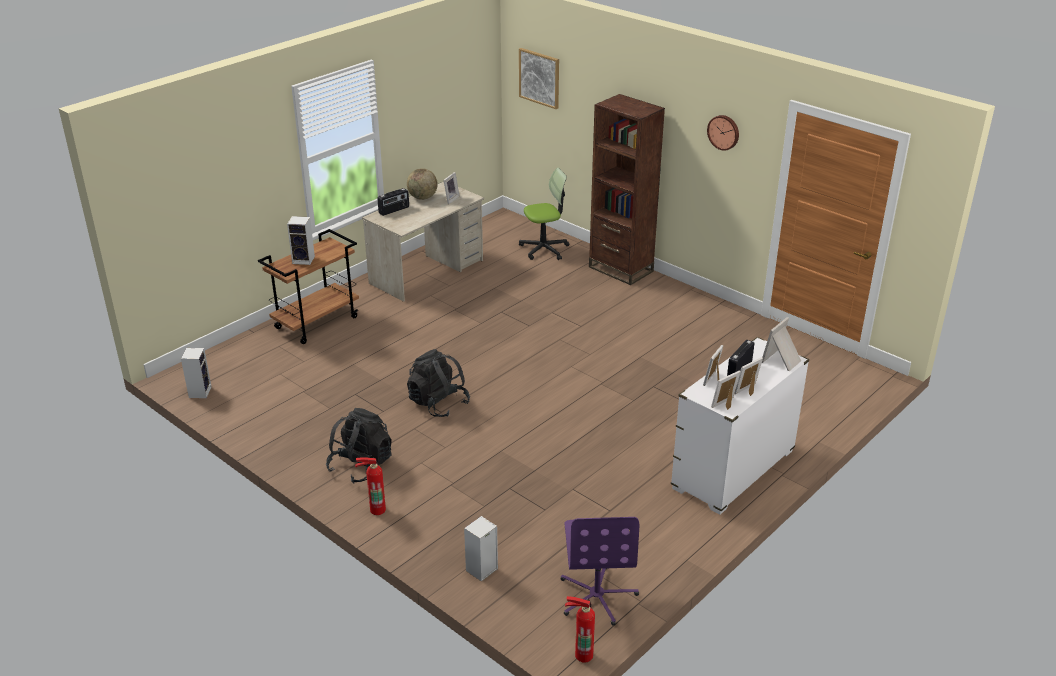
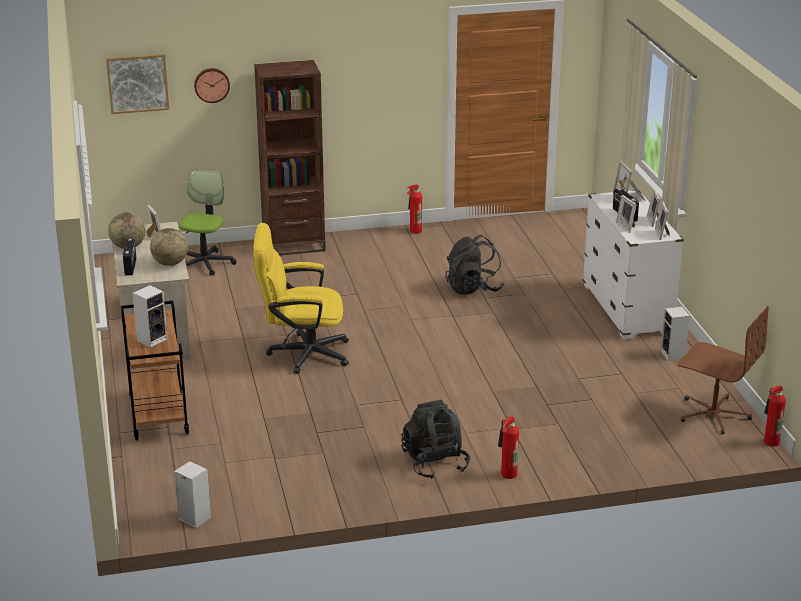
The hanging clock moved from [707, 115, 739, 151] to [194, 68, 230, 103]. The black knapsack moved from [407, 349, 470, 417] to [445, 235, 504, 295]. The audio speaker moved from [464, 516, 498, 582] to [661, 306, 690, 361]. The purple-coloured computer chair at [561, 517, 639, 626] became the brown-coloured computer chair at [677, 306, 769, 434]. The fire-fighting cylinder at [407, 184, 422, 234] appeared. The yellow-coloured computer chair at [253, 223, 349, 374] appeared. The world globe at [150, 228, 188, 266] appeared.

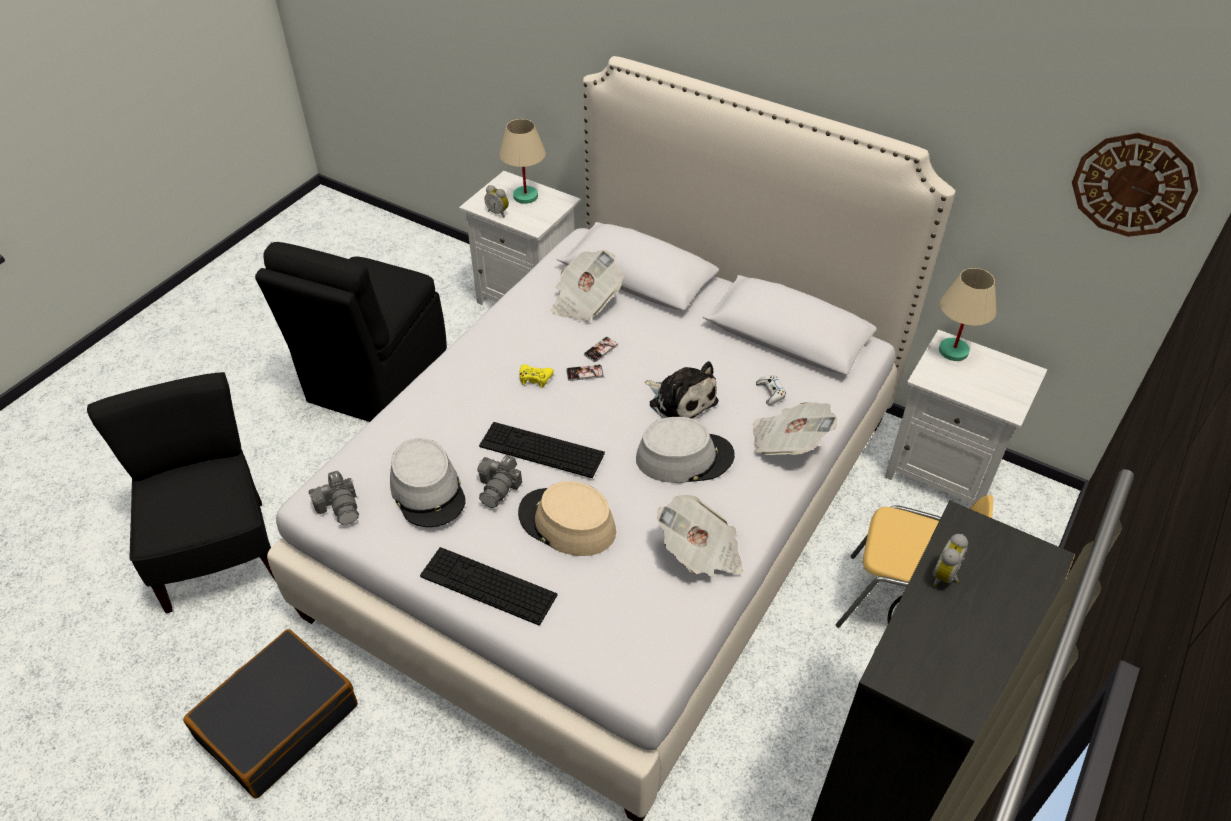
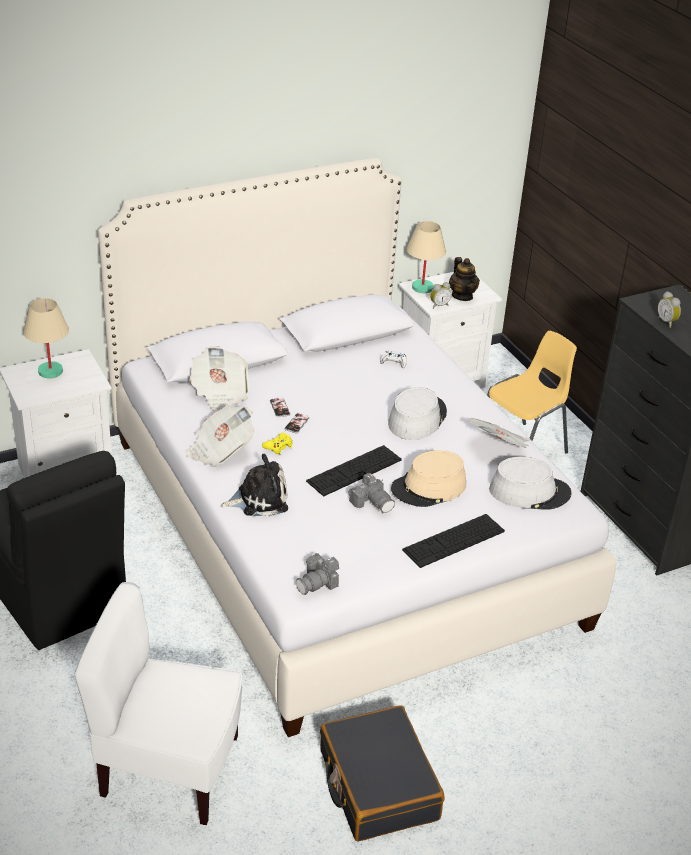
The hanging clock at [1072, 132, 1198, 237] disappeared. The alarm clock moved from [485, 185, 509, 217] to [430, 282, 451, 309]. The soft toy moved from [644, 361, 718, 419] to [220, 454, 288, 517]. The black upright chair at [87, 372, 276, 613] became the whitish upright chair at [74, 582, 242, 825]. The daily paper moved from [753, 402, 837, 455] to [186, 405, 255, 467]. The greyish clothing hat moved from [390, 438, 466, 527] to [489, 457, 572, 510]. The still camera at [308, 471, 359, 525] turned 135 degrees clockwise. The pot for tea at [449, 257, 480, 301] appeared.

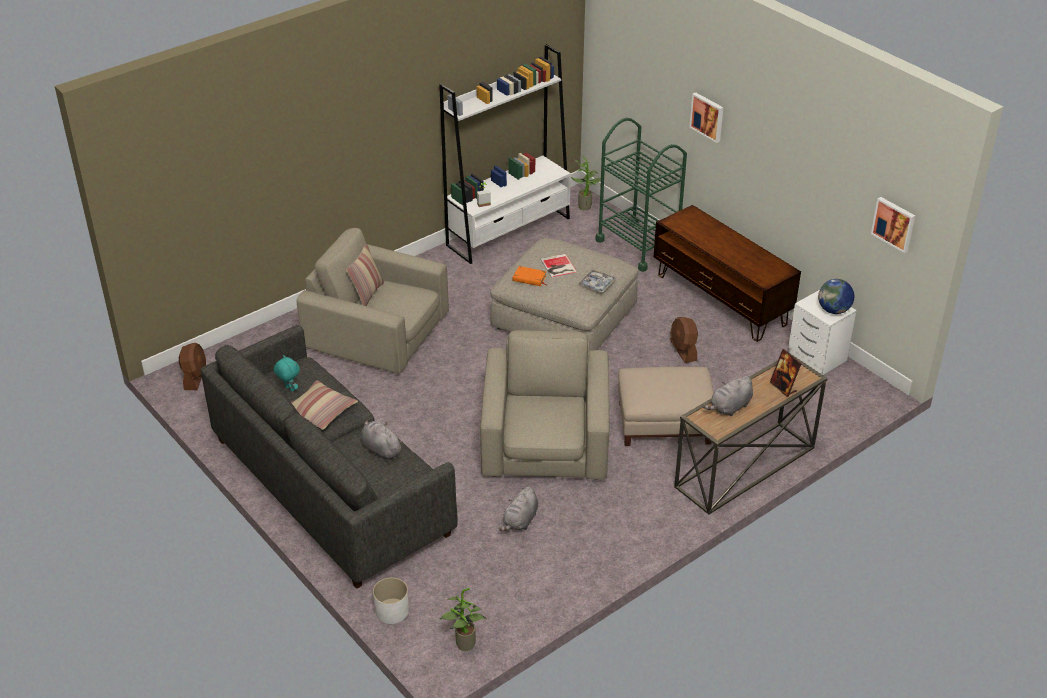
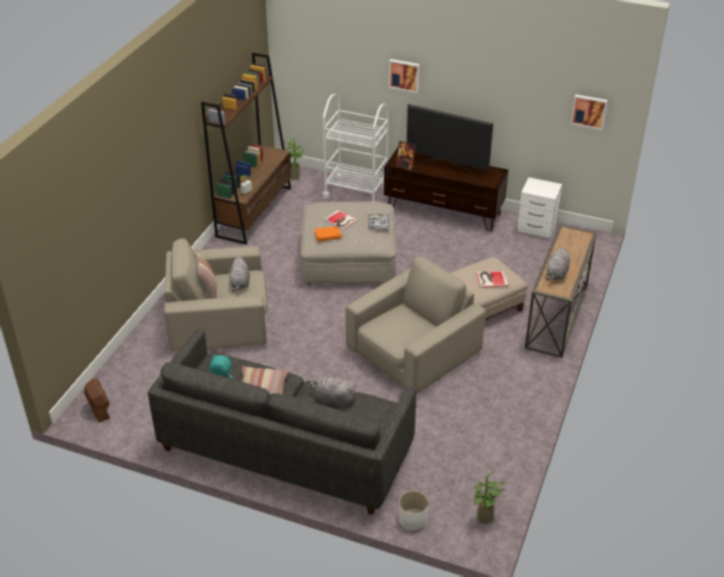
The whitish shelving unit at [439, 44, 571, 264] became the brown-coloured shelving unit at [201, 53, 291, 245]. The greenish wheeled cart at [595, 118, 687, 272] became the whitish wheeled cart at [323, 94, 389, 202]. The world globe at [818, 279, 854, 314] disappeared. The brown-coloured cooling fan at [670, 317, 698, 363] disappeared. The beige-coloured armchair at [480, 330, 609, 480] turned 75 degrees clockwise. The standing frame moved from [770, 349, 802, 397] to [395, 141, 416, 171]. The greyish soft toy moved from [498, 486, 538, 531] to [230, 256, 250, 292]. The television at [407, 104, 493, 172] appeared. The book at [476, 271, 509, 288] appeared.

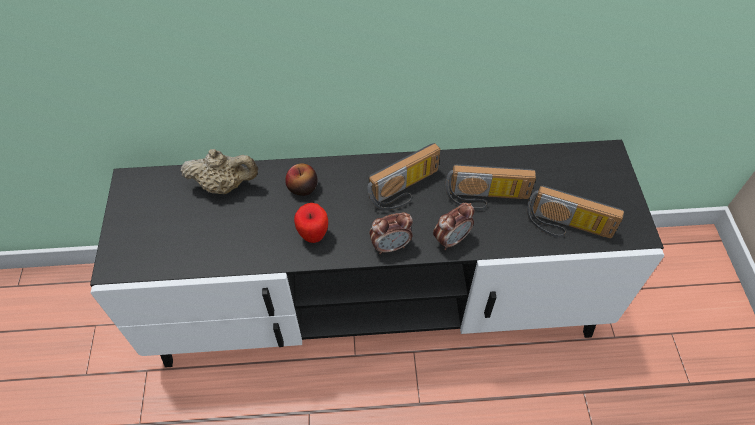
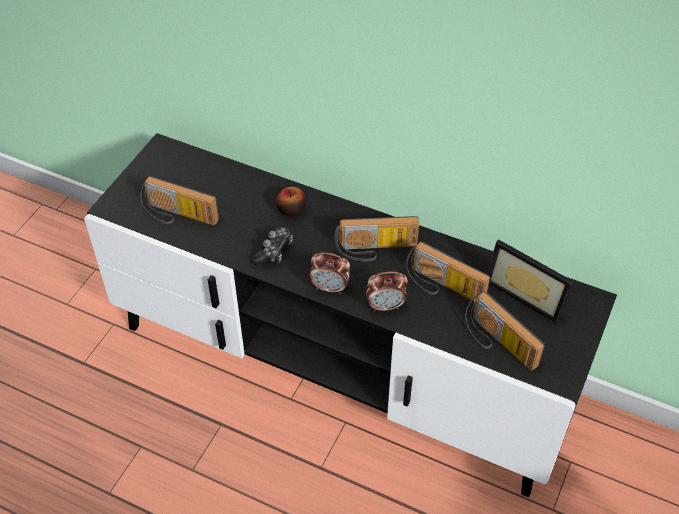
The beige-coloured pot for tea at [180, 149, 258, 194] disappeared. The apple fruit at [294, 203, 328, 243] was replaced by the joypad at [251, 227, 293, 265]. The radio set at [140, 176, 219, 226] appeared. The standing frame at [487, 239, 574, 324] appeared.

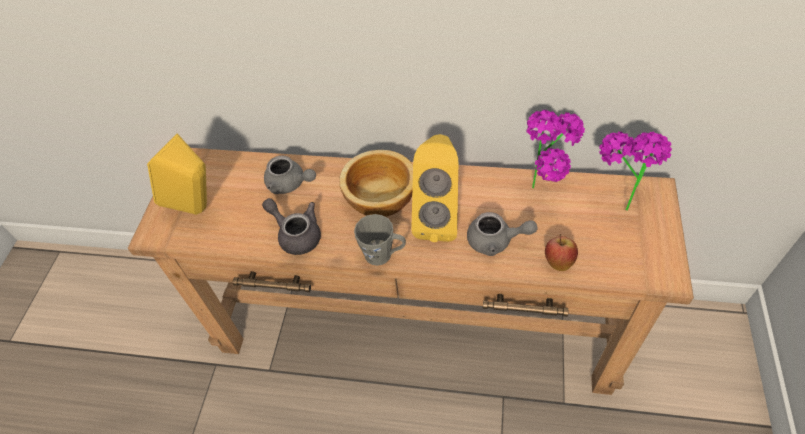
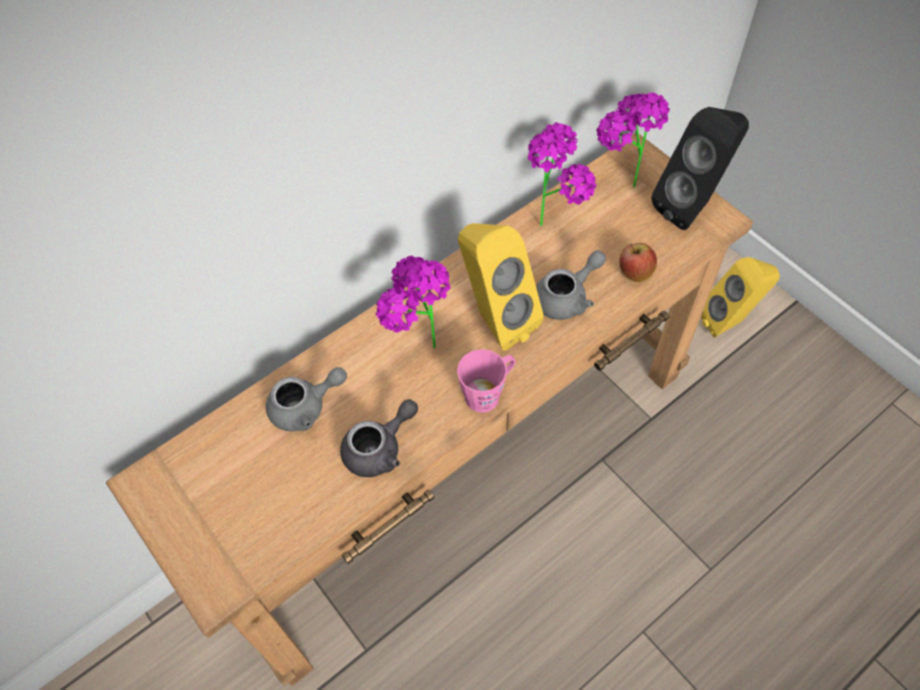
The yellow-coloured audio speaker moved from [147, 133, 207, 215] to [701, 257, 780, 337]. The serving bowl at [339, 150, 413, 217] was replaced by the potted plant at [376, 256, 450, 349]. The greyish pot for tea at [262, 198, 321, 255] turned 150 degrees clockwise. The greyish tea mug at [354, 214, 406, 266] became the pink-coloured tea mug at [457, 349, 516, 413]. The black audio speaker at [651, 107, 749, 230] appeared.

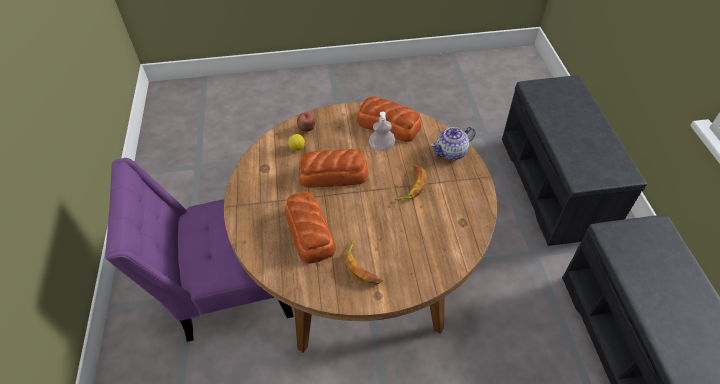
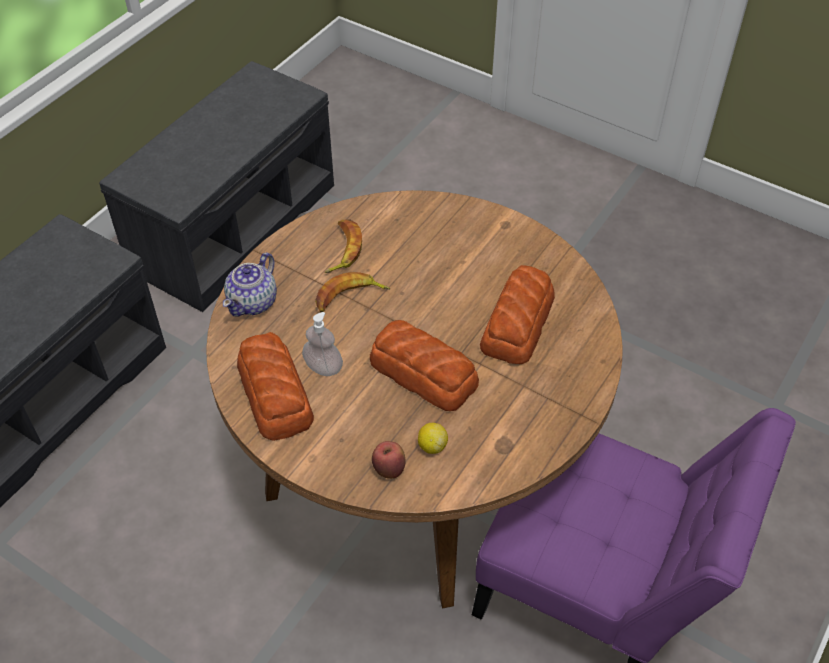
The pot for tea at [431, 126, 475, 160] turned 105 degrees clockwise. The banana moved from [343, 240, 384, 285] to [325, 219, 362, 273].

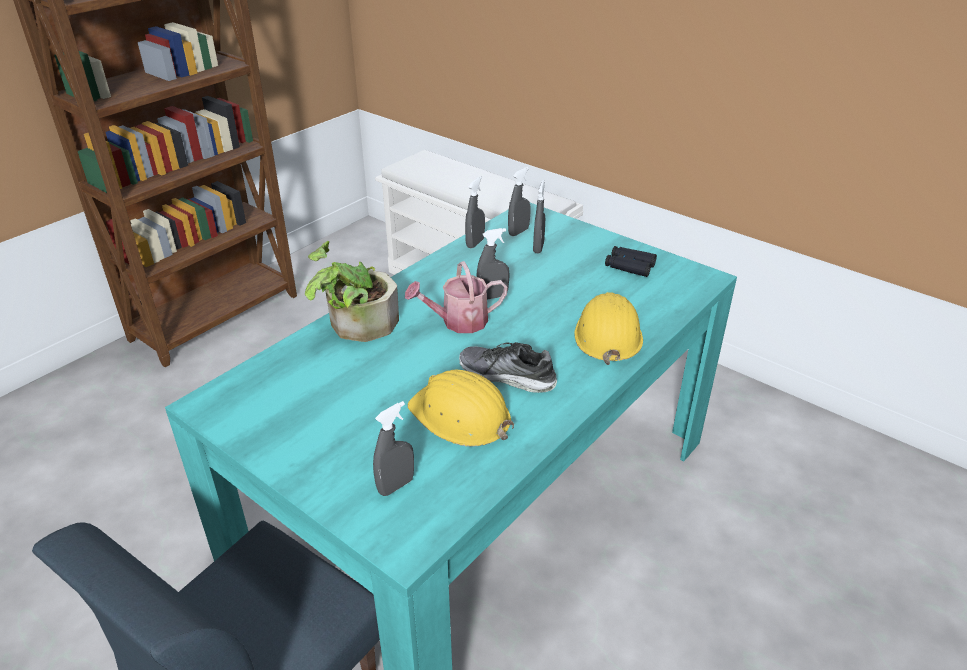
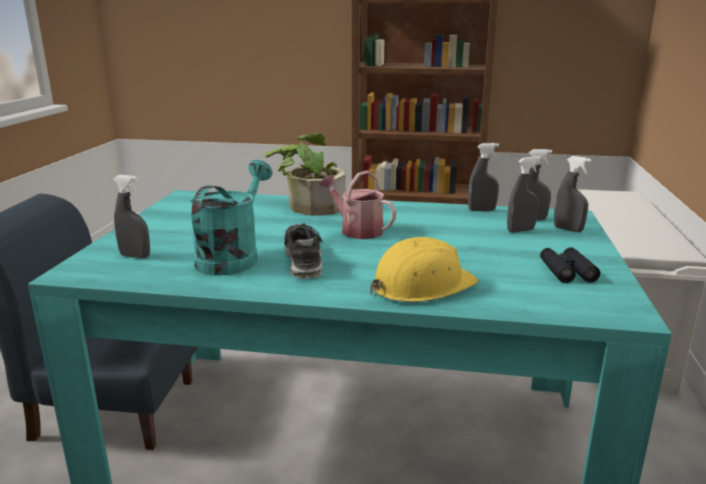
The greyish hand sprayer moved from [476, 228, 509, 299] to [554, 156, 591, 232]. The yellow-coloured work helmet at [407, 370, 514, 447] was replaced by the blue-green sprinkling can at [190, 160, 272, 276].

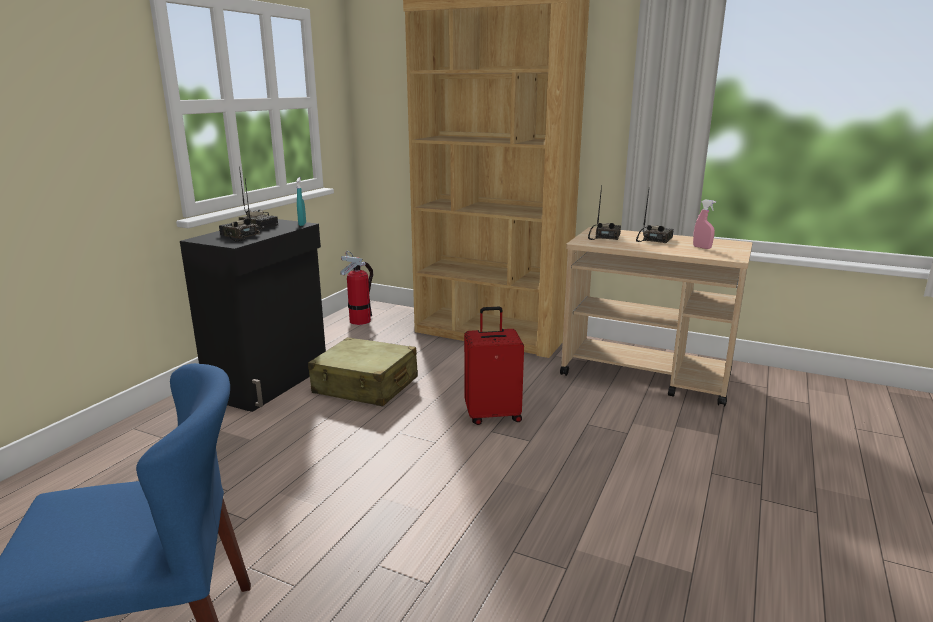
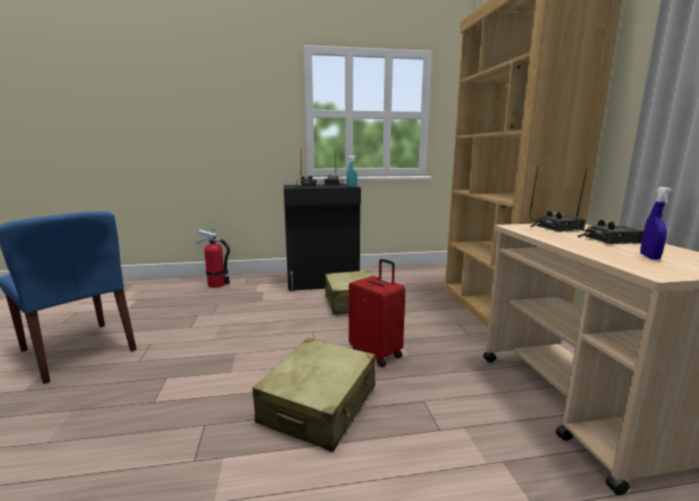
The pink-coloured hand sprayer at [693, 200, 716, 249] became the bluish hand sprayer at [640, 187, 673, 260]. The fire-fighting cylinder moved from [340, 251, 373, 325] to [197, 227, 230, 288]. The beige-coloured travel case at [253, 338, 375, 452] appeared.

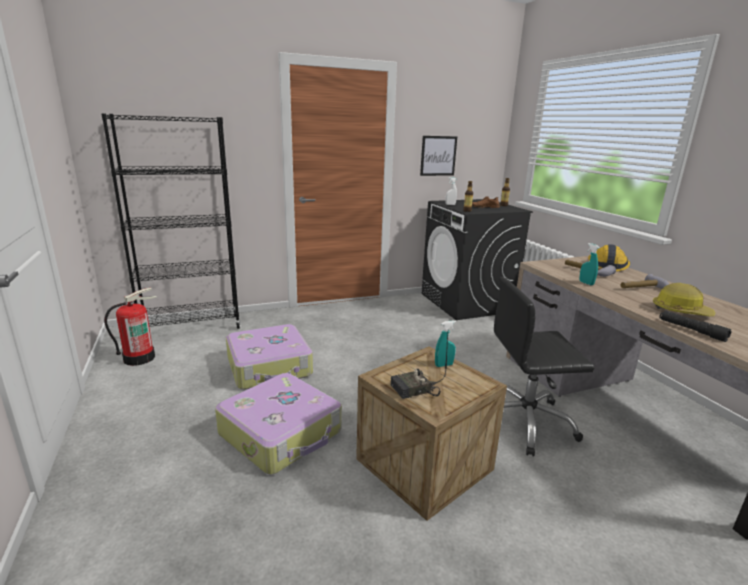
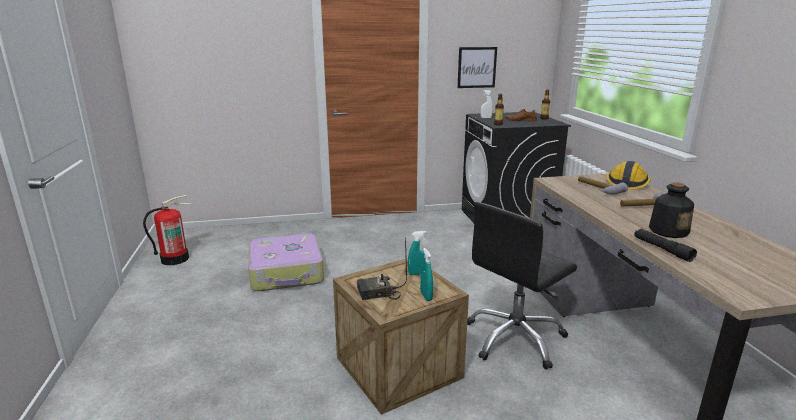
The black shelving unit at [101, 113, 241, 329] disappeared. The blue-green hand sprayer moved from [579, 243, 600, 285] to [420, 248, 433, 301]. The black computer chair at [494, 277, 595, 456] turned 45 degrees counterclockwise. The work helmet at [653, 283, 716, 316] was replaced by the drink bottle at [649, 182, 694, 238]. The travel case at [215, 373, 341, 475] disappeared.

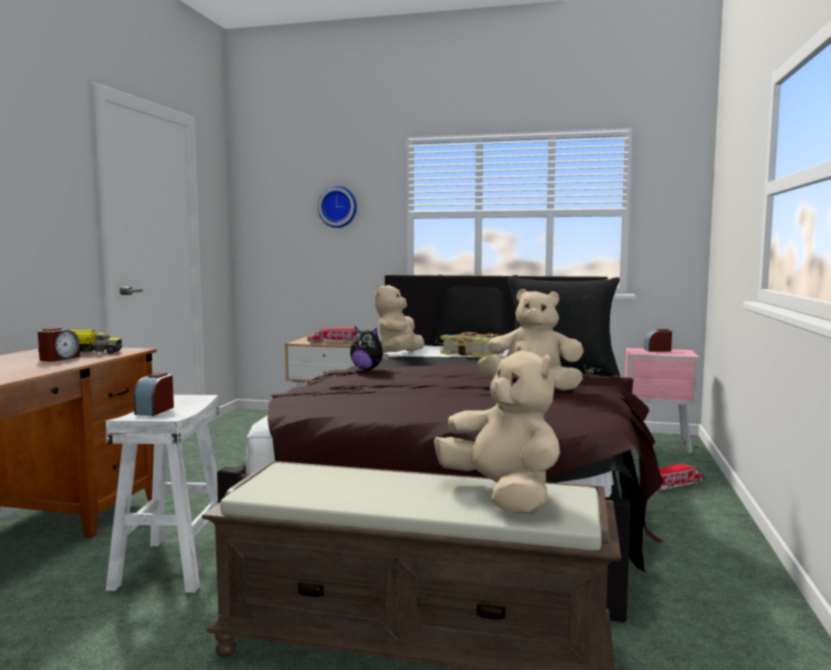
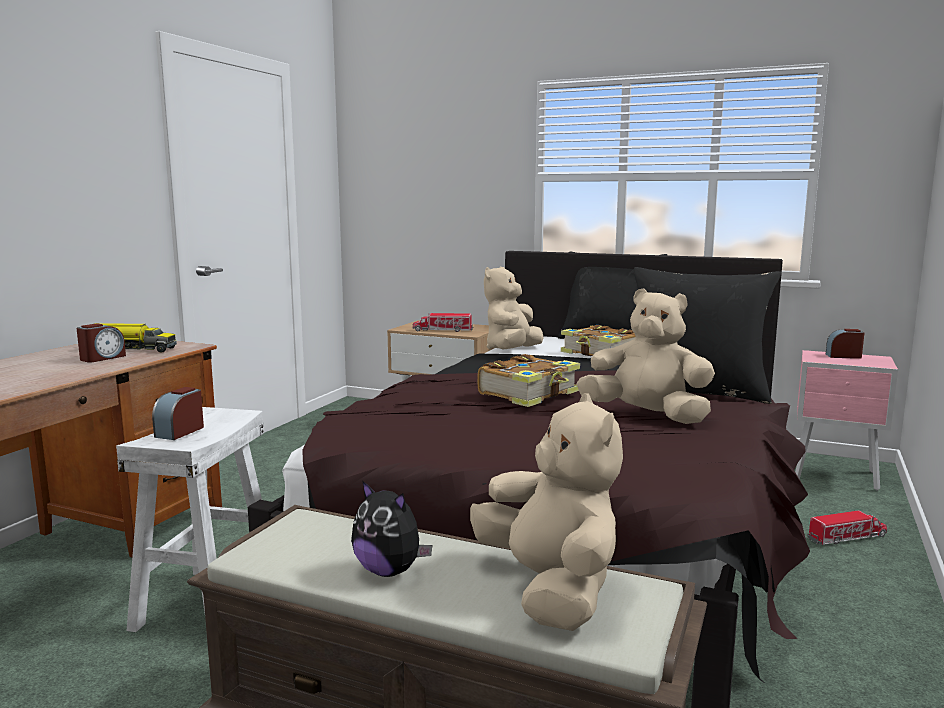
The hanging clock at [318, 186, 357, 228] disappeared. The soft toy moved from [350, 327, 389, 370] to [351, 480, 433, 577]. The book at [478, 354, 580, 407] appeared.

